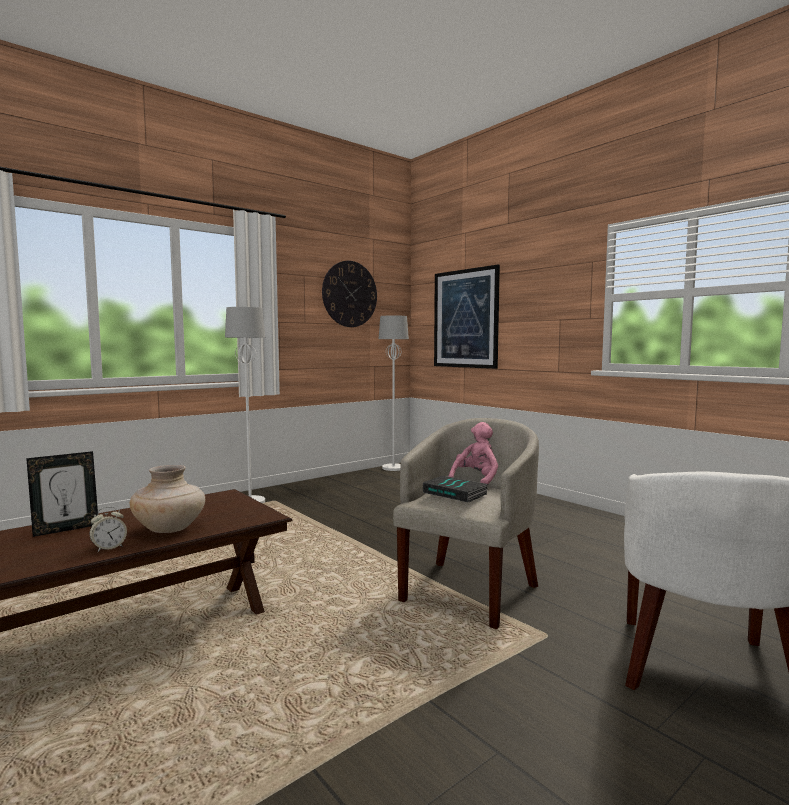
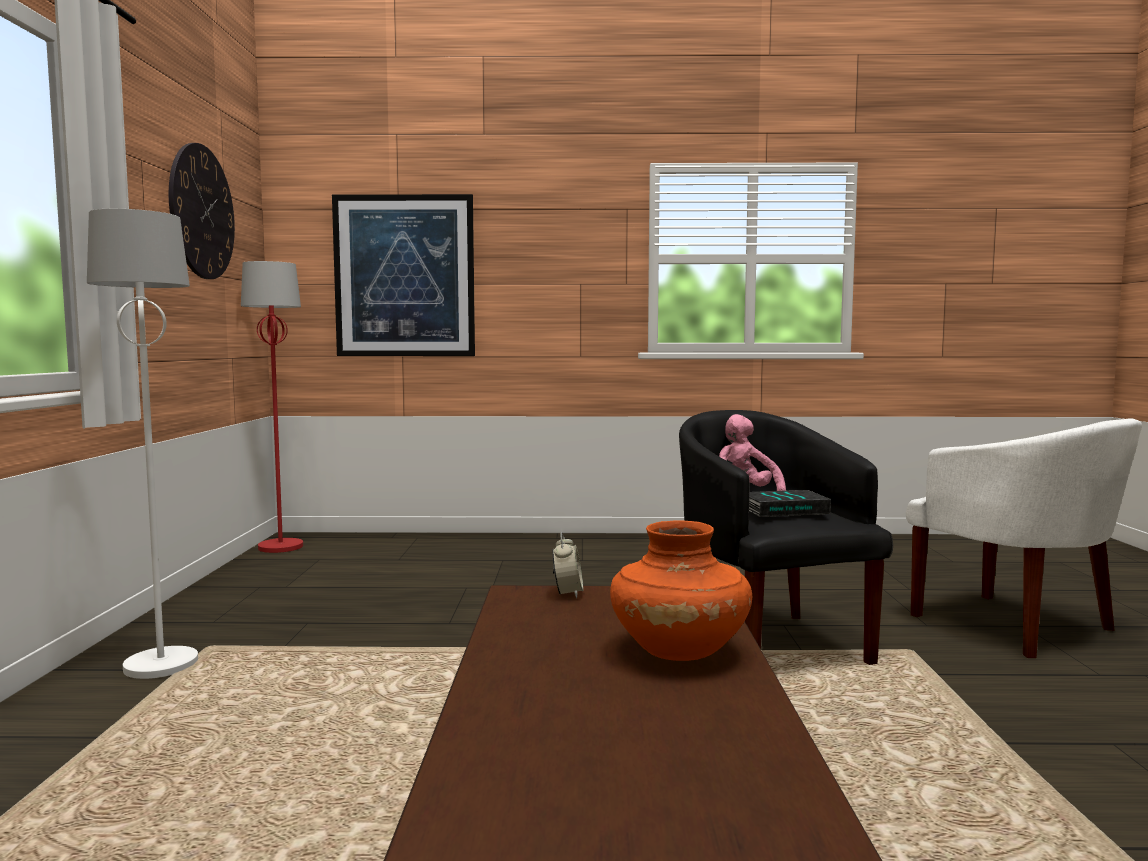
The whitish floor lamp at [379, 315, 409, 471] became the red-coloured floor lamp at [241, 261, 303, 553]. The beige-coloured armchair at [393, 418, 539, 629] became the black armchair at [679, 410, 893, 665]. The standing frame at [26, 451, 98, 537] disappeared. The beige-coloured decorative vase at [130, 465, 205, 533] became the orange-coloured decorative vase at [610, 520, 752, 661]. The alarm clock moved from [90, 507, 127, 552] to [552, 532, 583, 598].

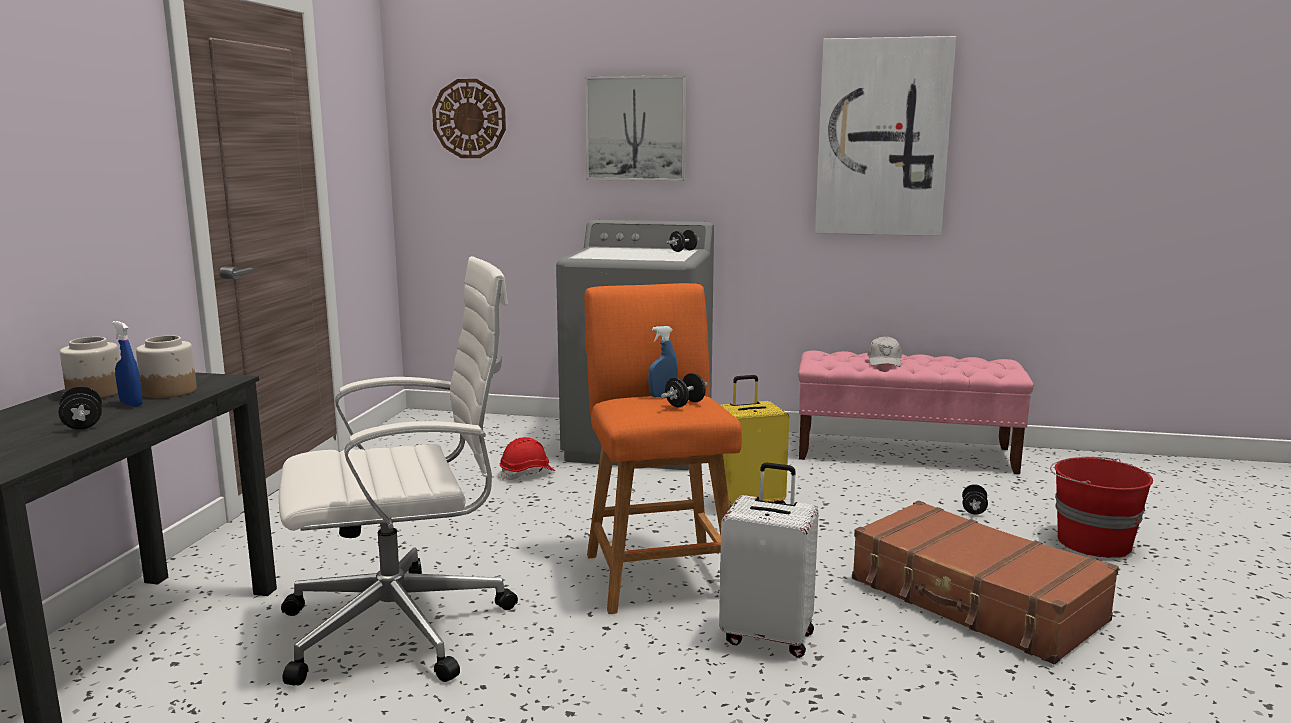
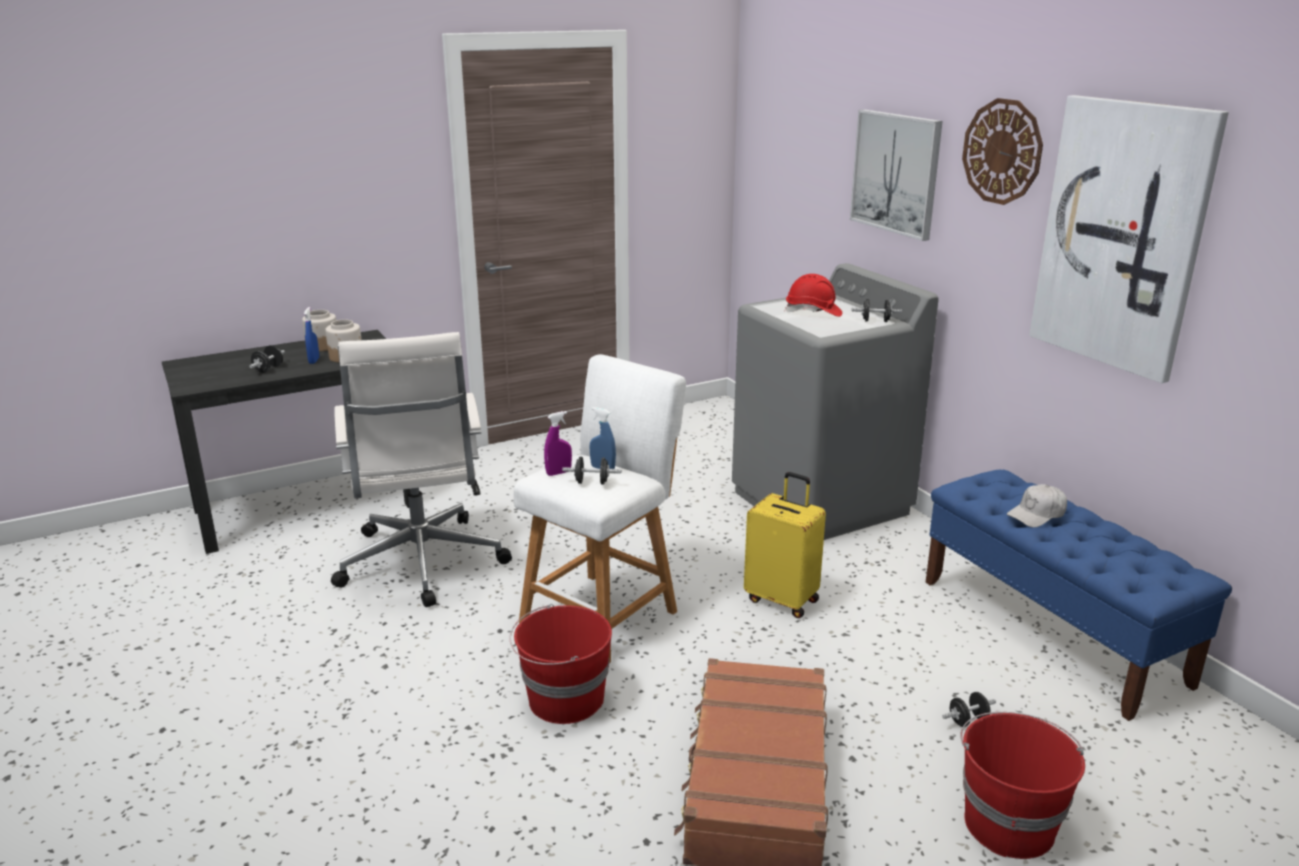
The hanging clock moved from [432, 79, 506, 158] to [962, 98, 1043, 205]. The whitish computer chair at [279, 256, 518, 686] turned 45 degrees clockwise. The orange-coloured sitting stool at [584, 283, 742, 614] became the whitish sitting stool at [514, 354, 686, 663]. The pink-coloured bench at [798, 351, 1034, 474] became the bluish bench at [925, 470, 1232, 721]. The red-coloured work helmet moved from [500, 437, 555, 481] to [785, 274, 842, 317]. The whitish travel case at [719, 462, 819, 658] was replaced by the red-coloured pail at [510, 604, 612, 724]. The purple-coloured hand sprayer at [544, 411, 572, 476] appeared.

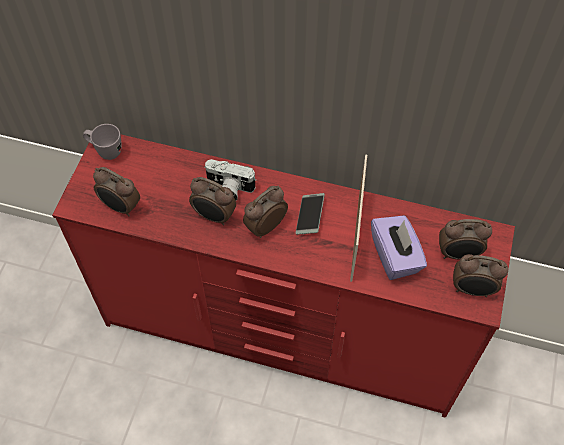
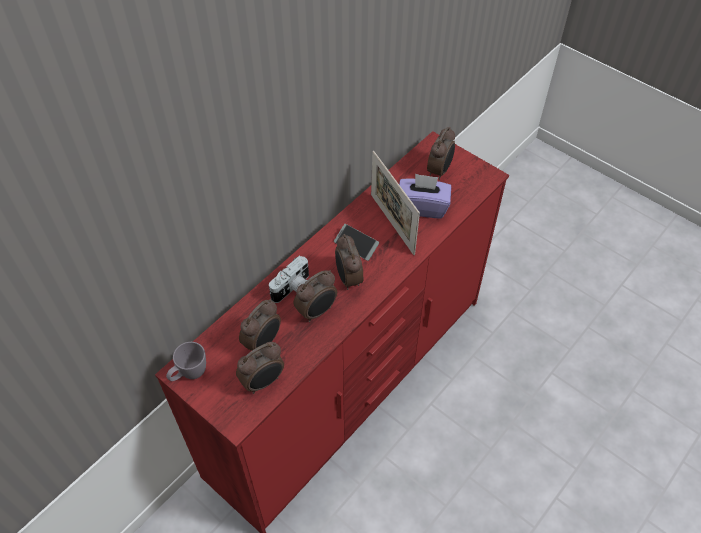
The standing frame at [350, 155, 367, 282] turned 150 degrees counterclockwise. The alarm clock moved from [453, 254, 508, 297] to [239, 299, 281, 351].

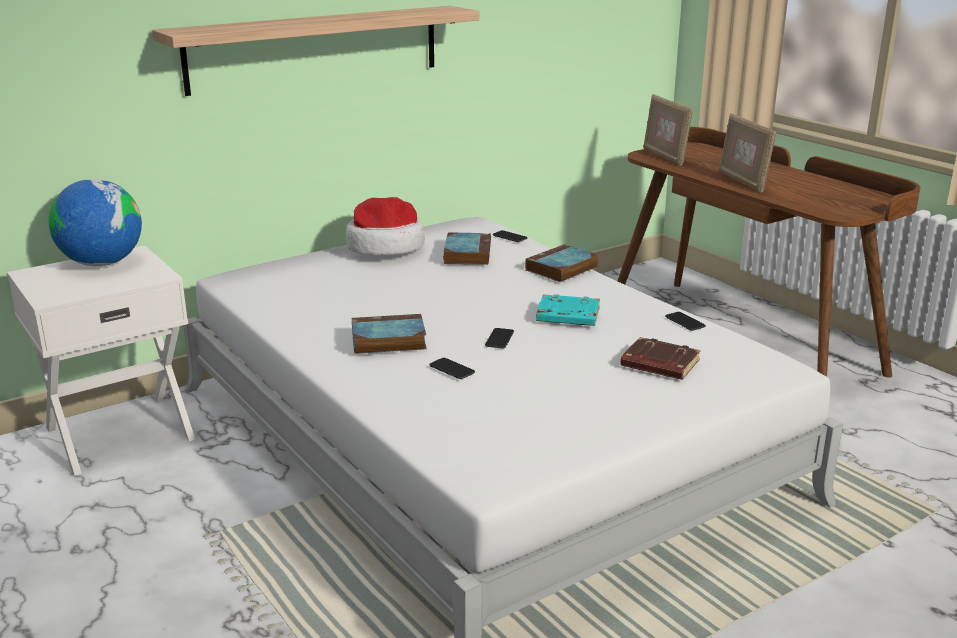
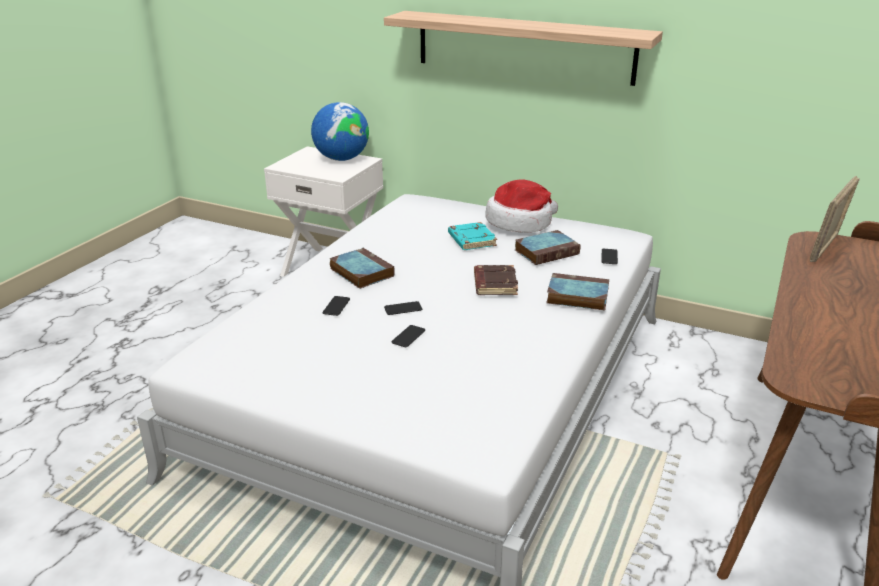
The standing frame at [719, 113, 776, 193] disappeared. The blue-green book moved from [536, 294, 600, 326] to [448, 222, 497, 250]. The handset moved from [665, 312, 706, 331] to [392, 325, 425, 347]. The brown-coloured book moved from [620, 337, 701, 380] to [474, 265, 518, 295].

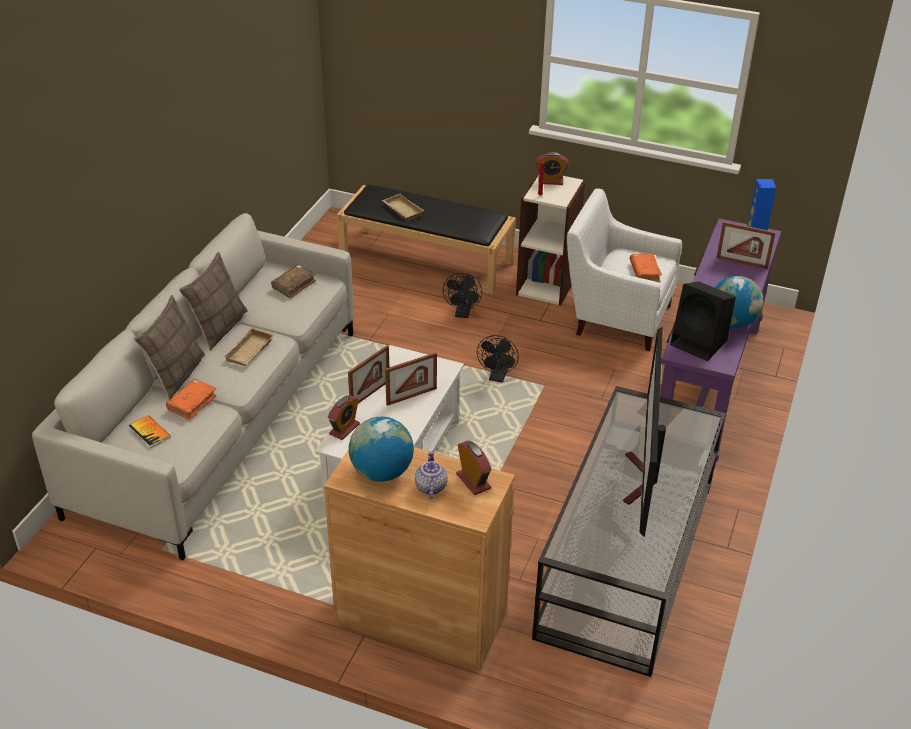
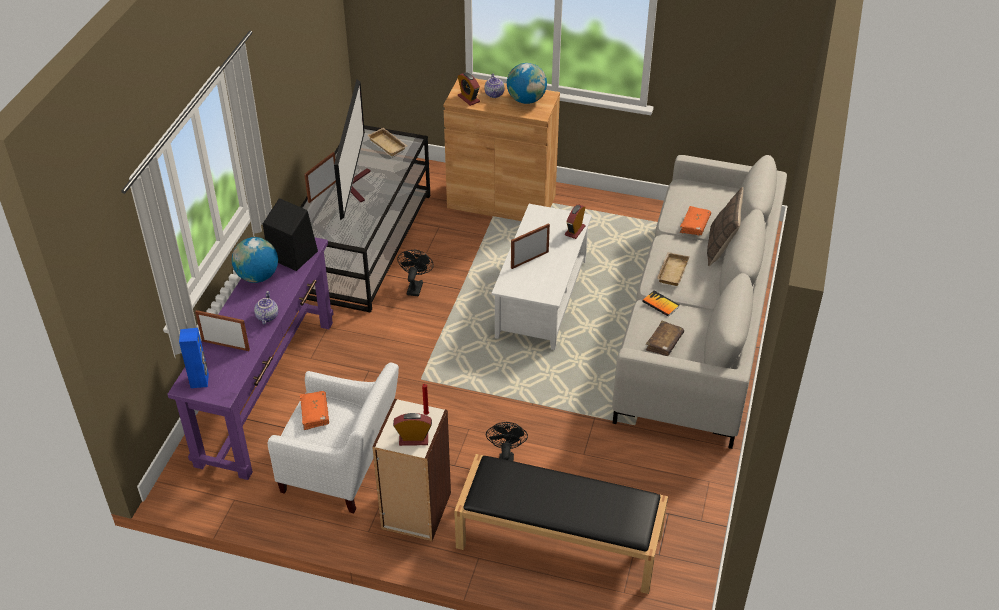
The beige-coloured carrying tray moved from [382, 193, 424, 221] to [368, 128, 408, 156]. The cushion at [179, 252, 248, 350] disappeared. The black cooling fan moved from [477, 335, 519, 383] to [397, 250, 434, 296]. The standing frame moved from [348, 345, 389, 404] to [304, 152, 336, 203]. The book moved from [128, 415, 171, 448] to [642, 290, 679, 317]. The pot for tea at [254, 291, 278, 325] appeared.

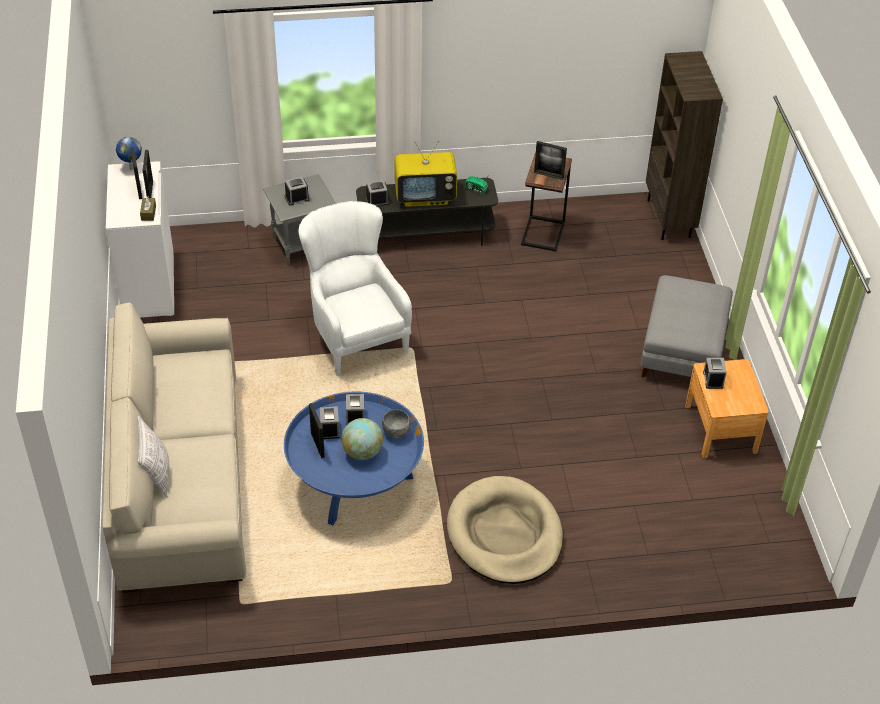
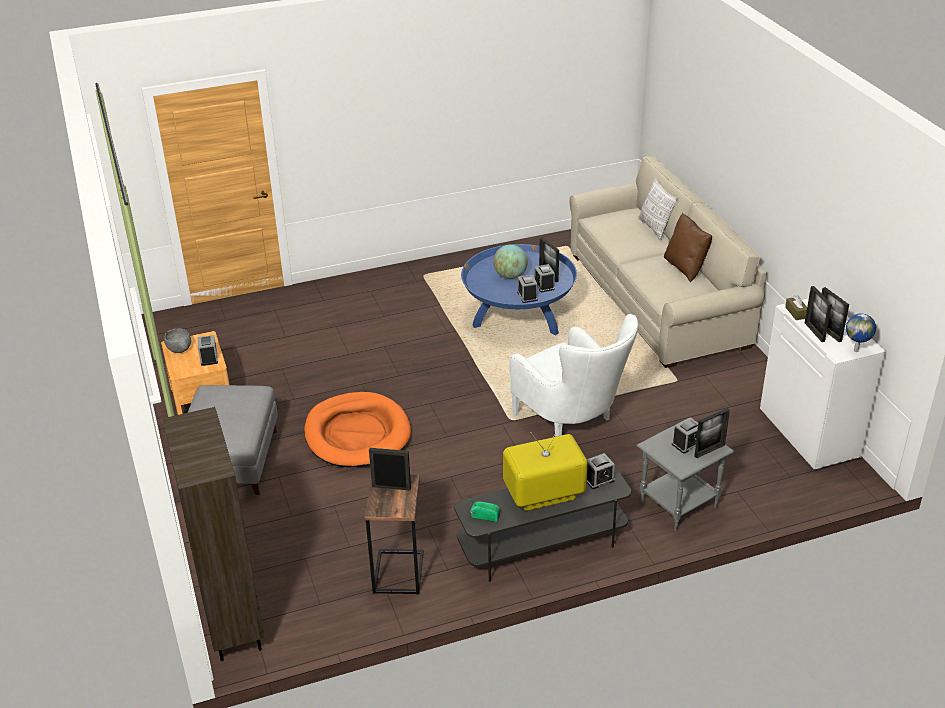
The greyish serving bowl moved from [382, 410, 411, 438] to [164, 329, 191, 353]. The beige-coloured pet bed at [447, 476, 563, 584] disappeared. The brown-coloured cushion at [664, 213, 712, 282] appeared. The orange-coloured pet bed at [304, 392, 411, 468] appeared. The standing frame at [694, 408, 730, 458] appeared.

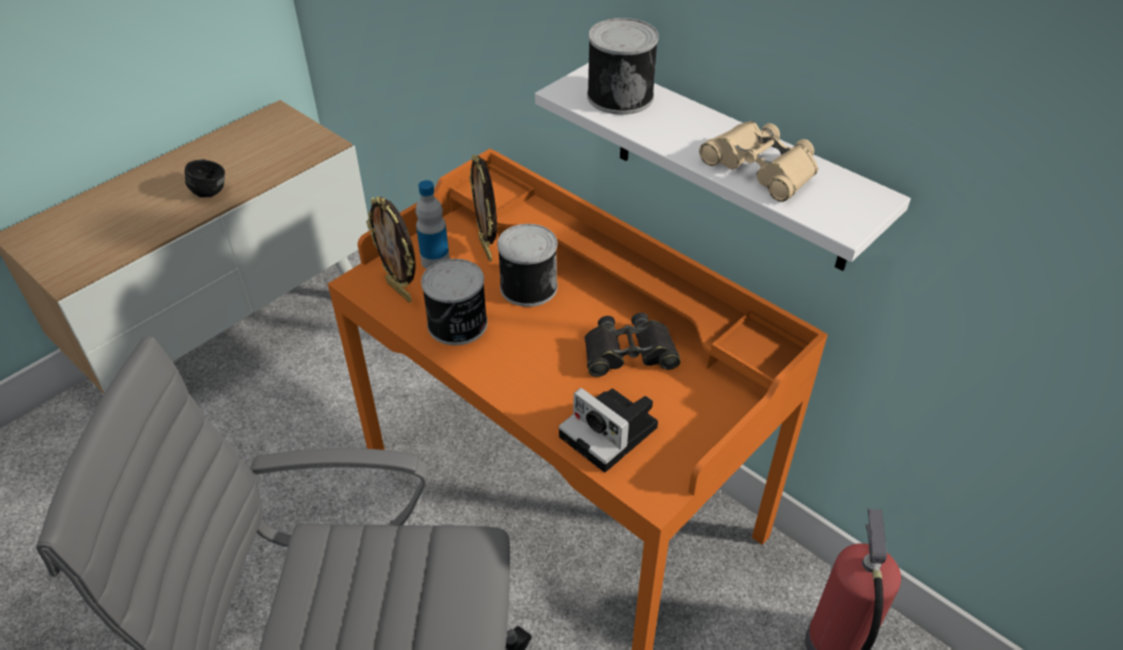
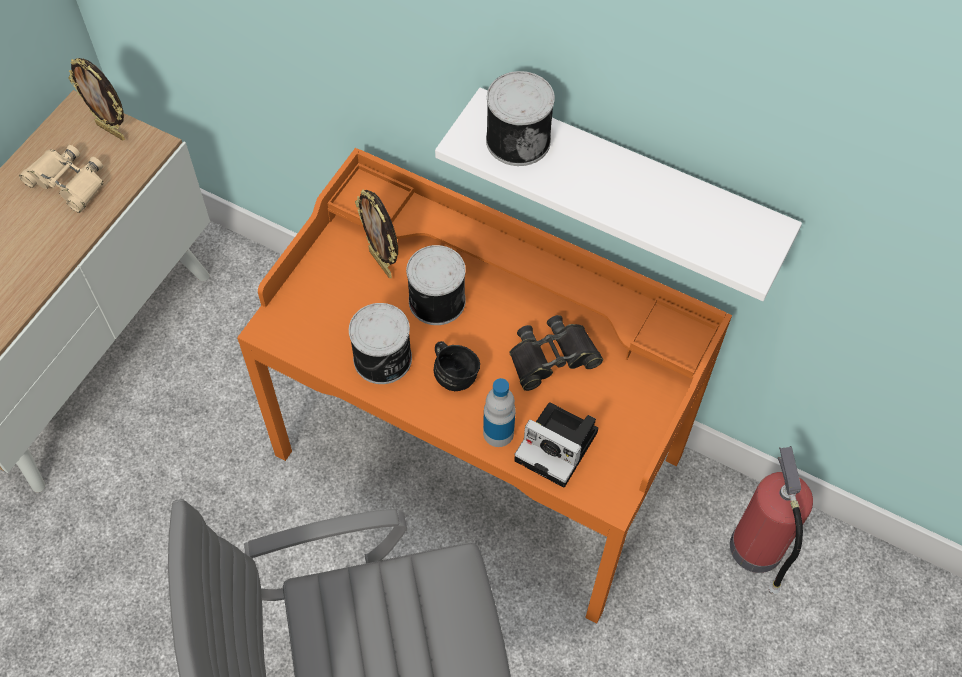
The beige-coloured binoculars moved from [699, 121, 818, 202] to [19, 145, 104, 213]. The black tea mug moved from [184, 159, 225, 198] to [434, 341, 480, 392]. The drink bottle moved from [416, 180, 450, 269] to [483, 378, 516, 447]. The standing frame moved from [366, 197, 416, 303] to [68, 58, 125, 141].

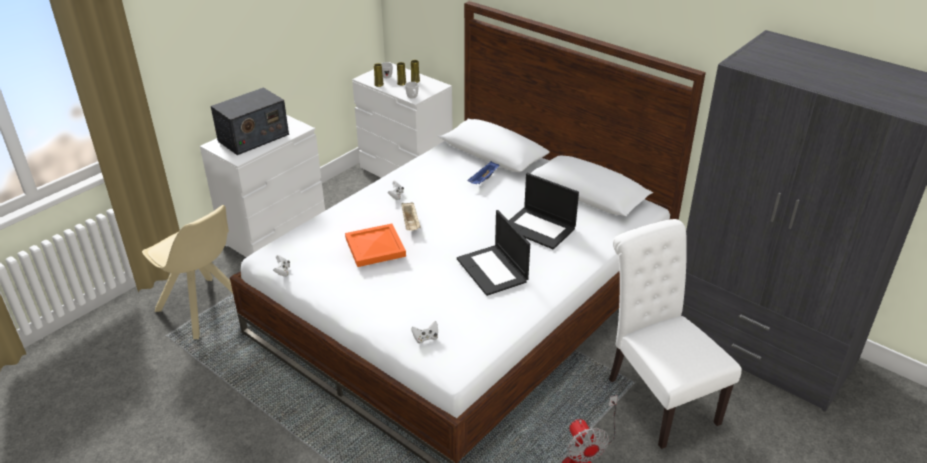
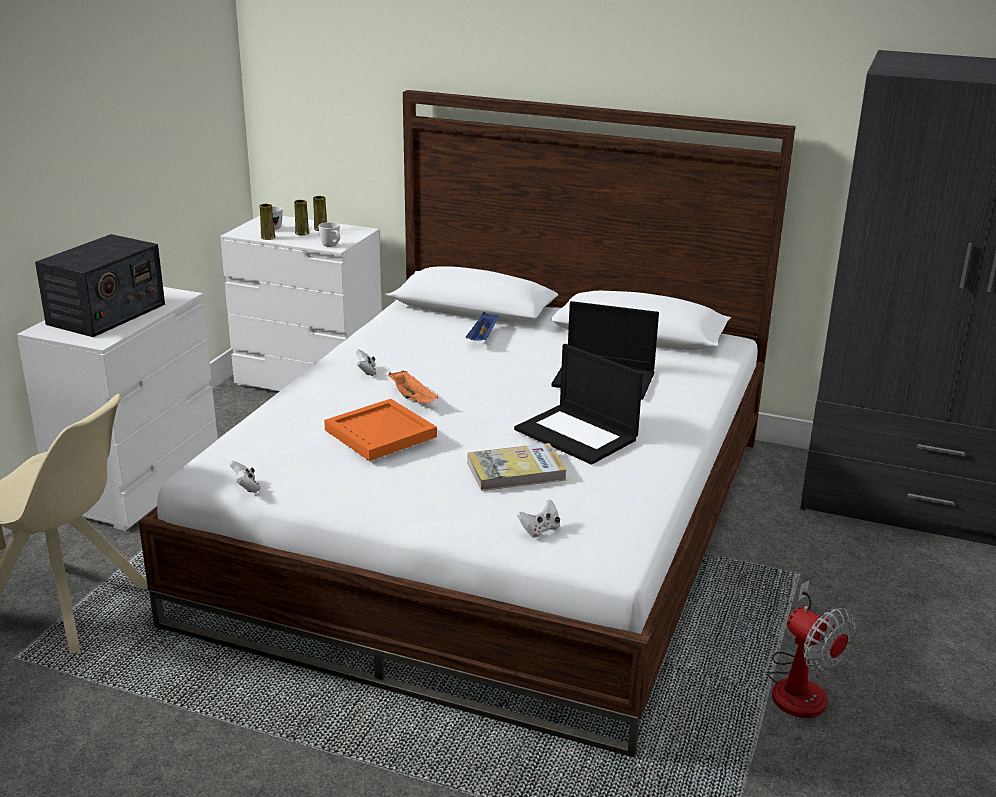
The beige-coloured carrying tray at [401, 202, 421, 231] became the orange-coloured carrying tray at [389, 370, 438, 403]. The whitish upright chair at [609, 219, 742, 449] disappeared. The book at [467, 443, 567, 491] appeared.

